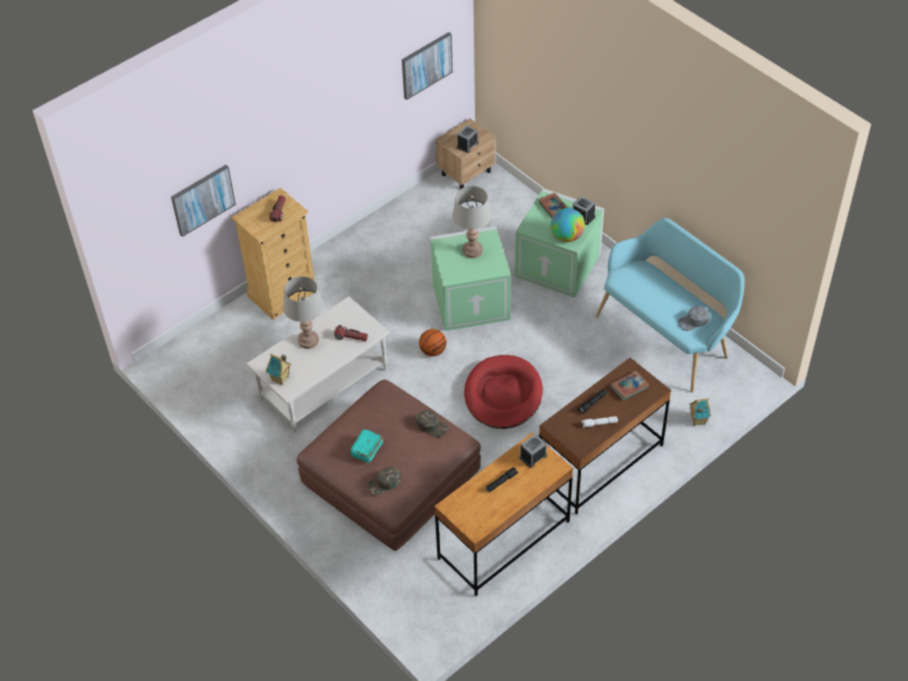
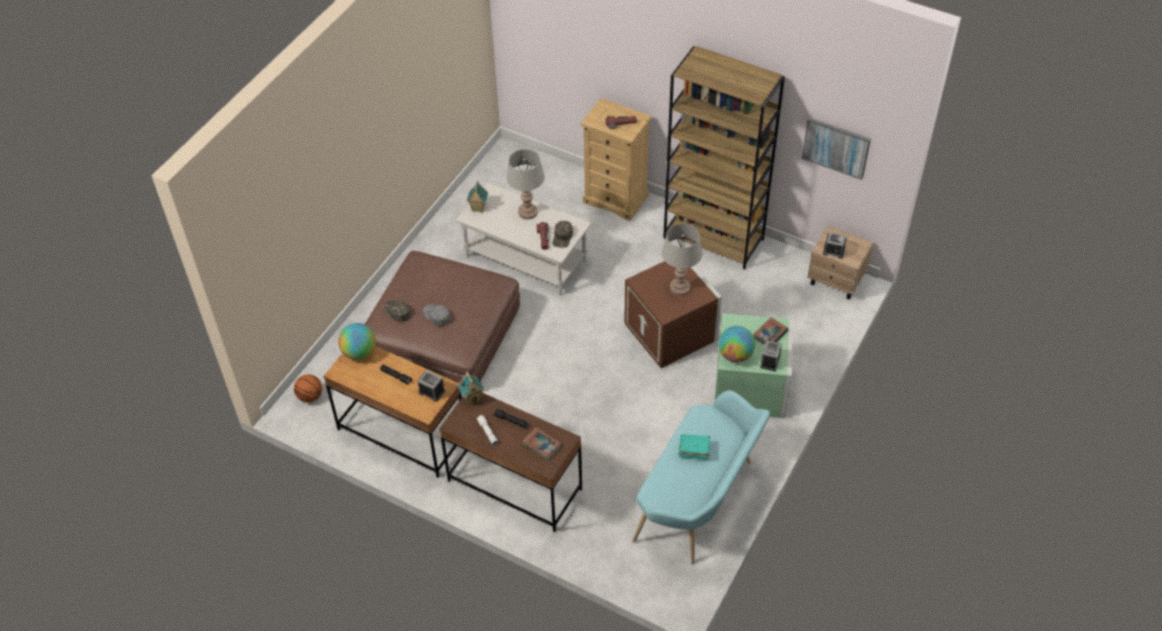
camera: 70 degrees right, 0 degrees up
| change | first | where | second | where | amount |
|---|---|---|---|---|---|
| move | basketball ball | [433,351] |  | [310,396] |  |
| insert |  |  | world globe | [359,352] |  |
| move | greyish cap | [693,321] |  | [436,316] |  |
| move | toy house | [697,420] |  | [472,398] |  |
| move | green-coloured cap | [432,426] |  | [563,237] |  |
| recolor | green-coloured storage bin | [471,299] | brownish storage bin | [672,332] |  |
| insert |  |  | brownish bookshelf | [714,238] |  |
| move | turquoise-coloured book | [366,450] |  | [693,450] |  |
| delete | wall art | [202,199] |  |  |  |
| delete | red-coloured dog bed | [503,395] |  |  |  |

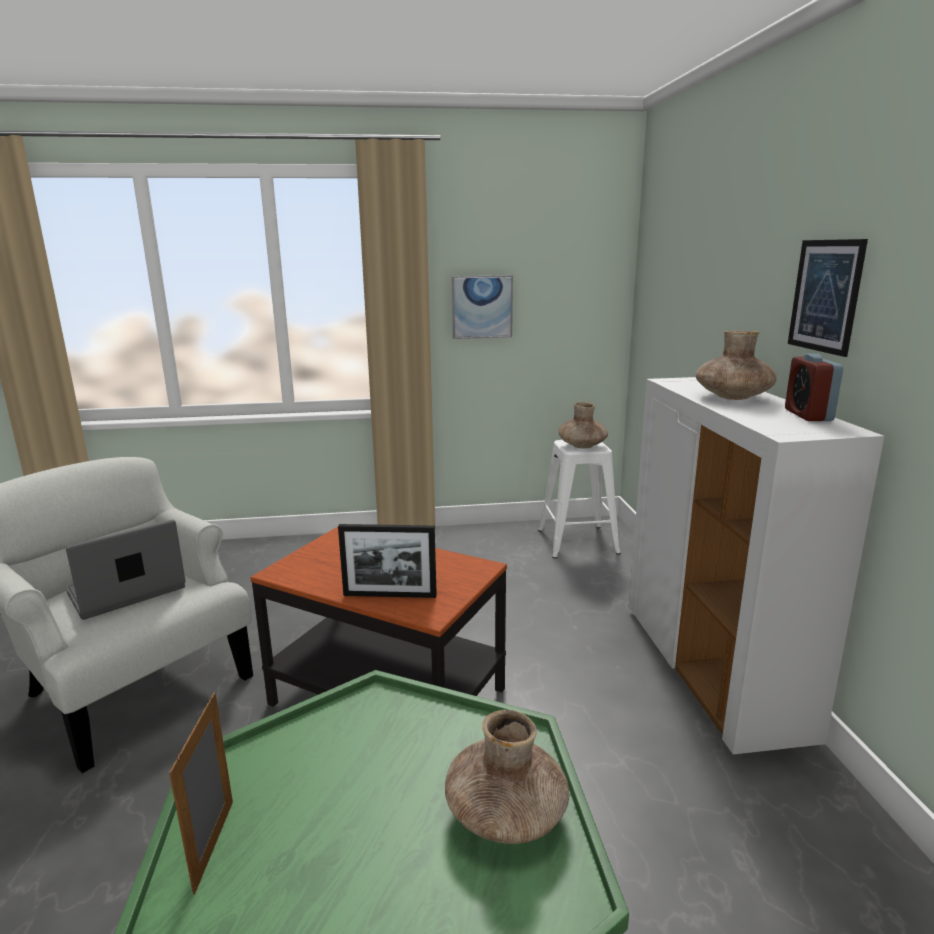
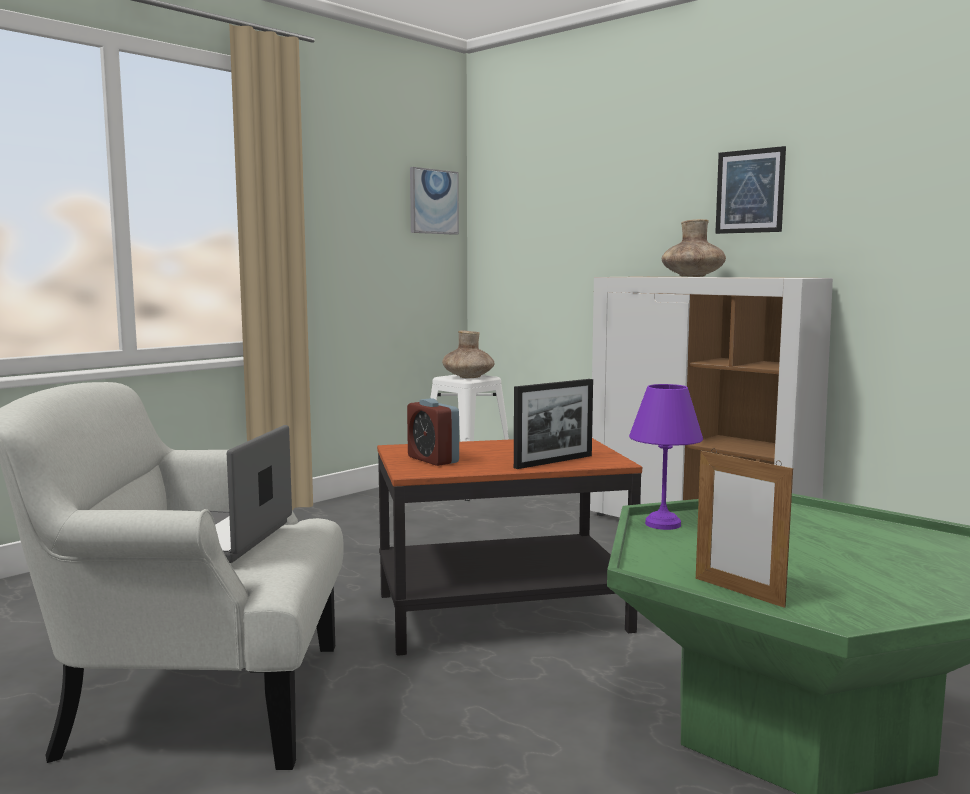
camera: 40 degrees left, 10 degrees down
| change | first | where | second | where | amount |
|---|---|---|---|---|---|
| move | bedside clock | [808,415] |  | [433,460] |  |
| move | wall art | [482,307] |  | [433,201] |  |
| insert |  |  | purple lamp for a table | [661,524] |  |
| delete | brownish vase | [506,813] |  |  |  |

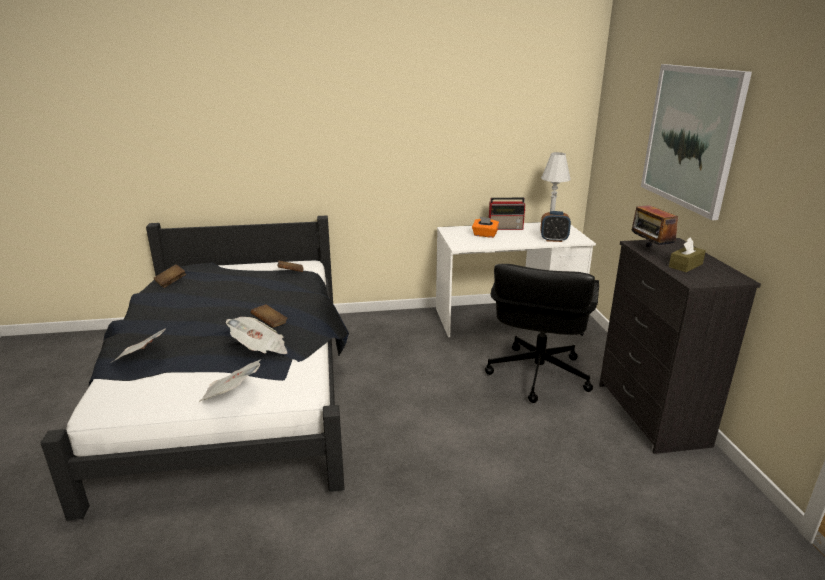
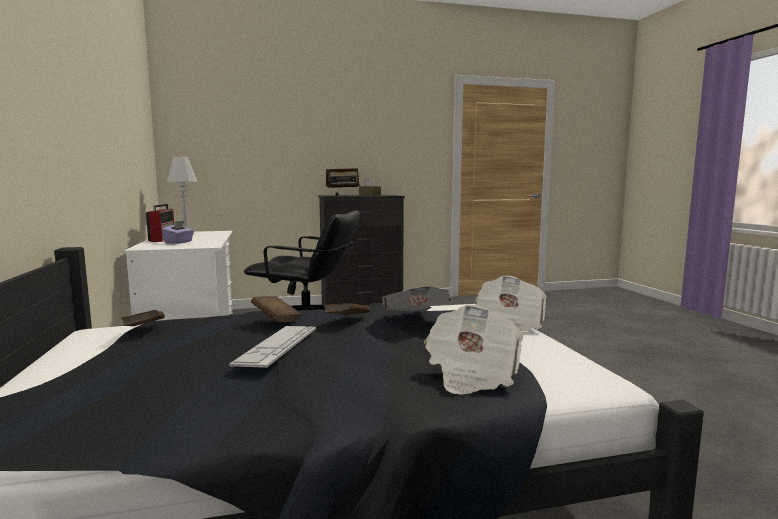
camera: 95 degrees left, 15 degrees down
| change | first | where | second | where | amount |
|---|---|---|---|---|---|
| recolor | orangey box of tissues | [485,235] | purple box of tissues | [179,242] |  |
| insert |  |  | PC keyboard | [277,346] |  |
| move | brownish book | [171,282] |  | [276,320] |  |
| delete | bedside clock | [553,240] |  |  |  |
| delete | wall art | [691,137] |  |  |  |

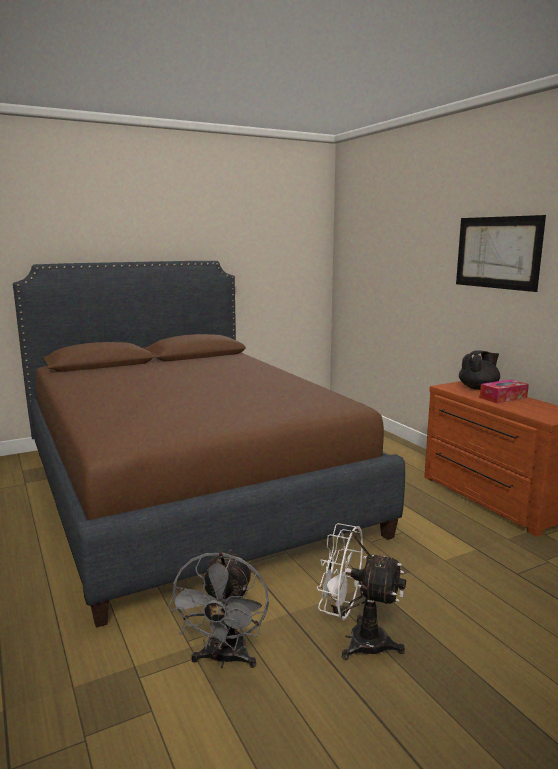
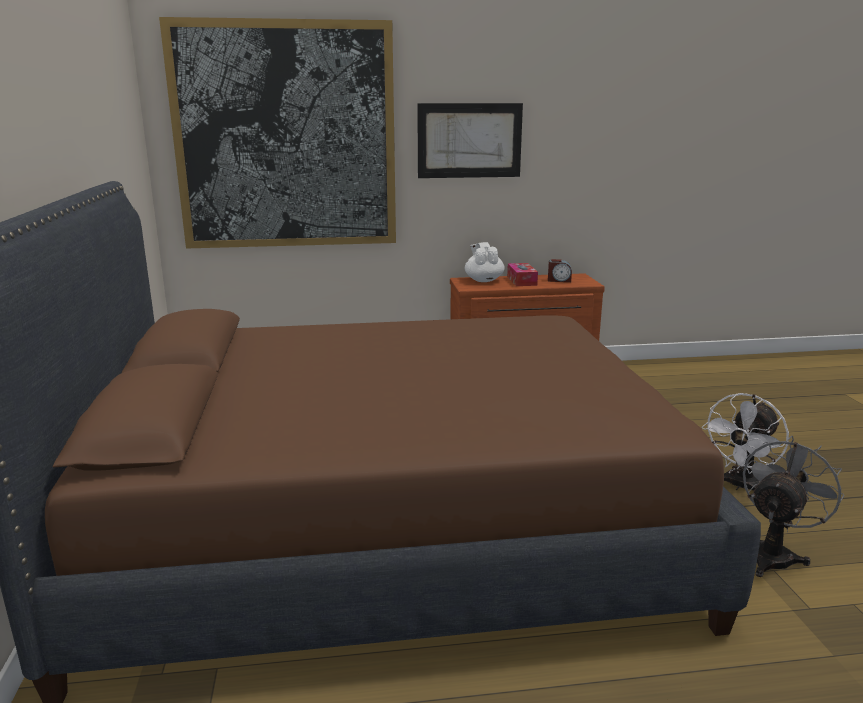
camera: 70 degrees left, 5 degrees up
| change | first | where | second | where | amount |
|---|---|---|---|---|---|
| insert |  |  | wall art | [286,137] |  |
| recolor | black-coloured teapot | [478,388] | white-coloured teapot | [483,280] |  |
| insert |  |  | bedside clock | [559,280] |  |
| rotate | greyish electric fan | [224,659] |  | [774,554] | 75 degrees counterclockwise |

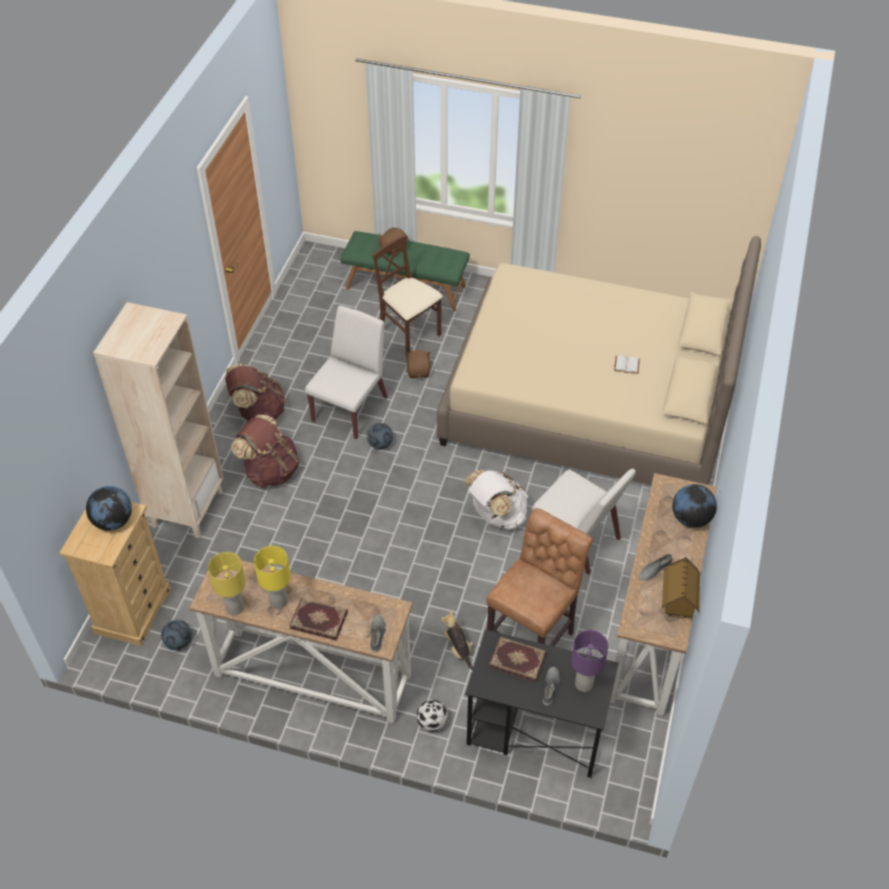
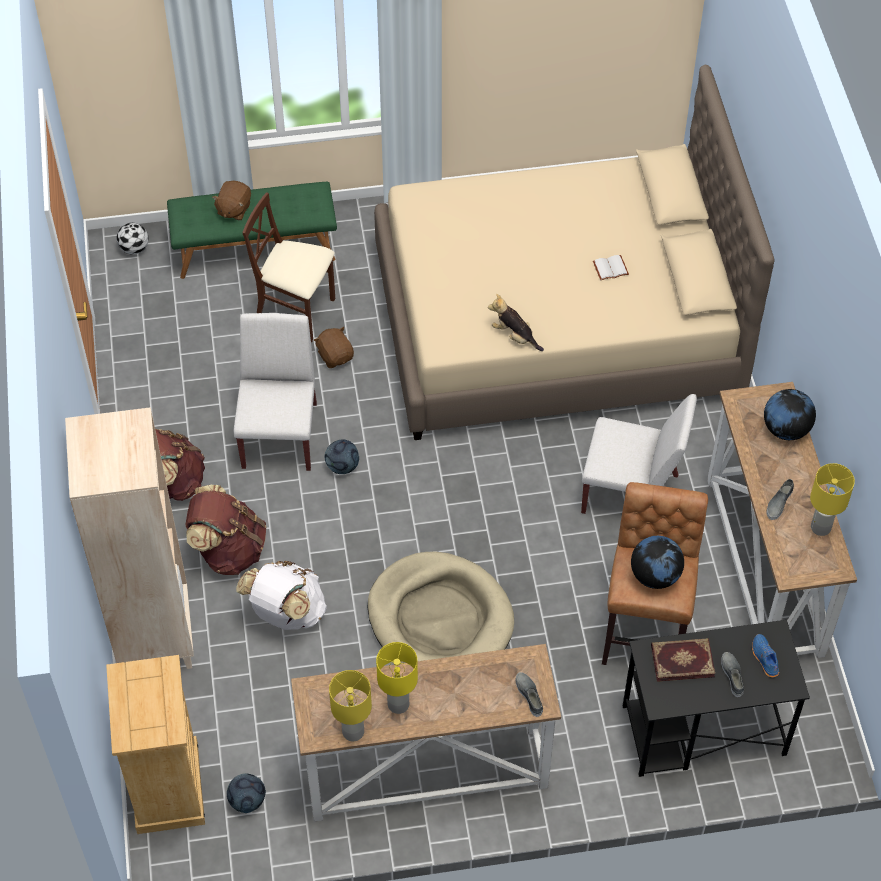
camera: 25 degrees left, 5 degrees up
| change | first | where | second | where | amount |
|---|---|---|---|---|---|
| move | football ball | [432,722] |  | [134,248] |  |
| move | white-coloured knapsack | [496,515] |  | [286,613] |  |
| insert |  |  | sand-coloured dog bed | [440,619] |  |
| move | soft toy | [458,649] |  | [514,336] |  |
| move | world globe | [113,521] |  | [655,576] |  |
| replace | purple lamp for a table | [583,684] | bluish low shoe | [764,658] |  |
| replace | toy house | [677,601] | yellow-coloured lamp for a table | [820,528] |  |
| delete | book | [319,619] |  |  |  |

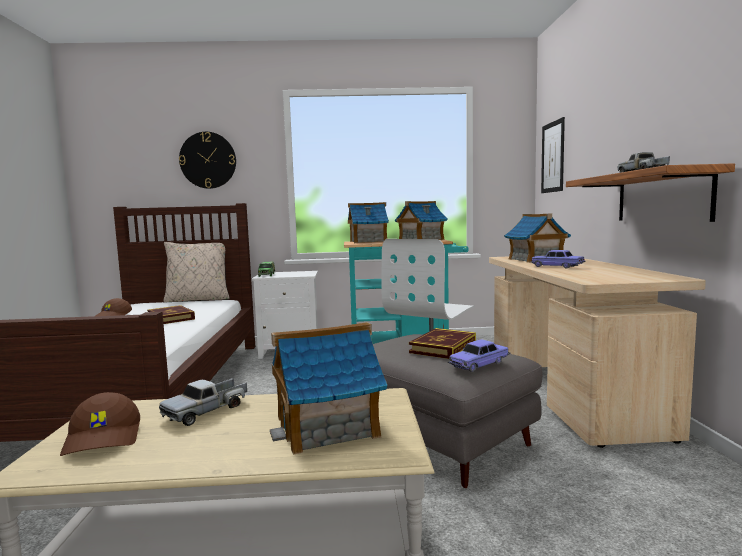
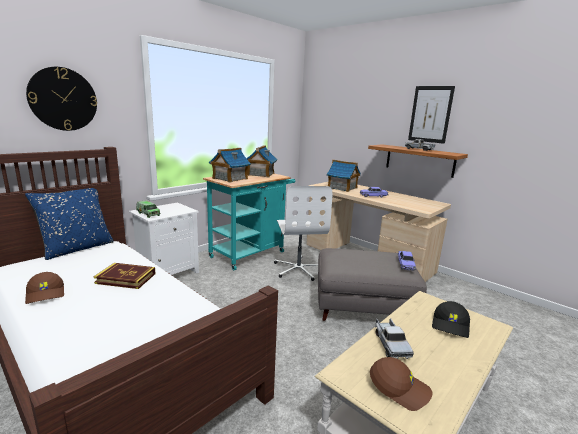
camera: 45 degrees left, 10 degrees up
| change | first | where | second | where | amount |
|---|---|---|---|---|---|
| recolor | sand-coloured throw pillow | [198,300] | bluish throw pillow | [78,248] |  |
| move | wall art | [553,157] |  | [430,114] |  |
| replace | toy house | [327,426] | black-coloured cap | [451,325] |  |
| delete | book | [443,347] |  |  |  |

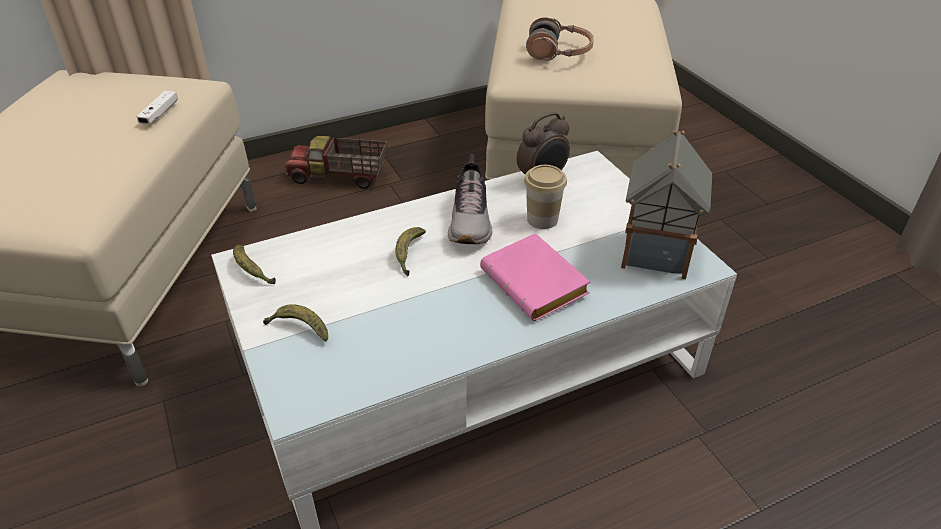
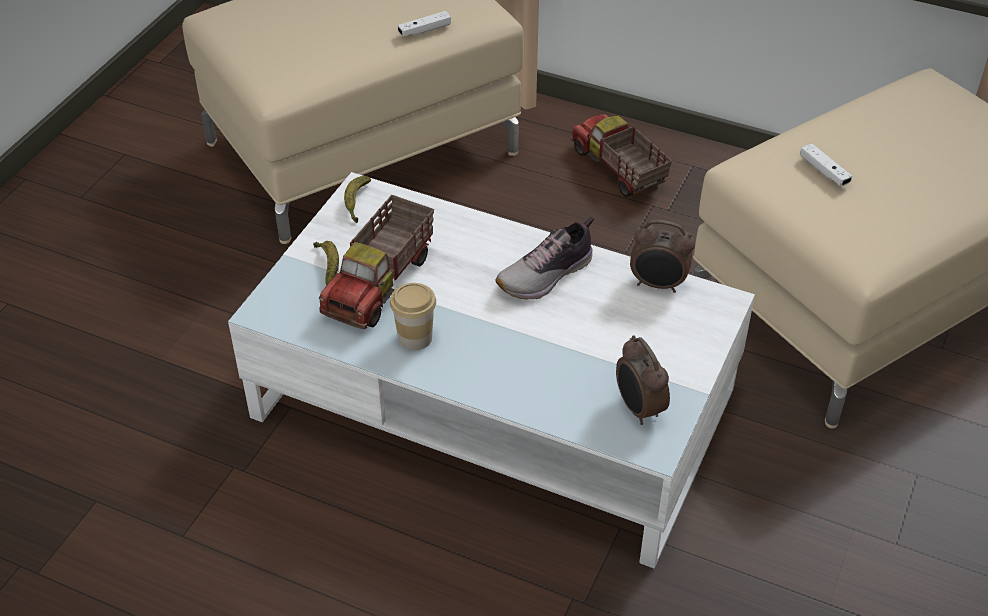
camera: 50 degrees right, 5 degrees up
| change | first | where | second | where | amount |
|---|---|---|---|---|---|
| insert |  |  | toy truck | [381,283] |  |
| move | drinking cup | [542,219] |  | [415,338] |  |
| replace | toy house | [655,252] | bedside clock | [638,409] |  |
| replace | headphones | [559,53] | white-coloured joypad | [824,171] |  |
| delete | banana fruit | [409,254] |  |  |  |
| delete | pinkish book | [538,284] |  |  |  |

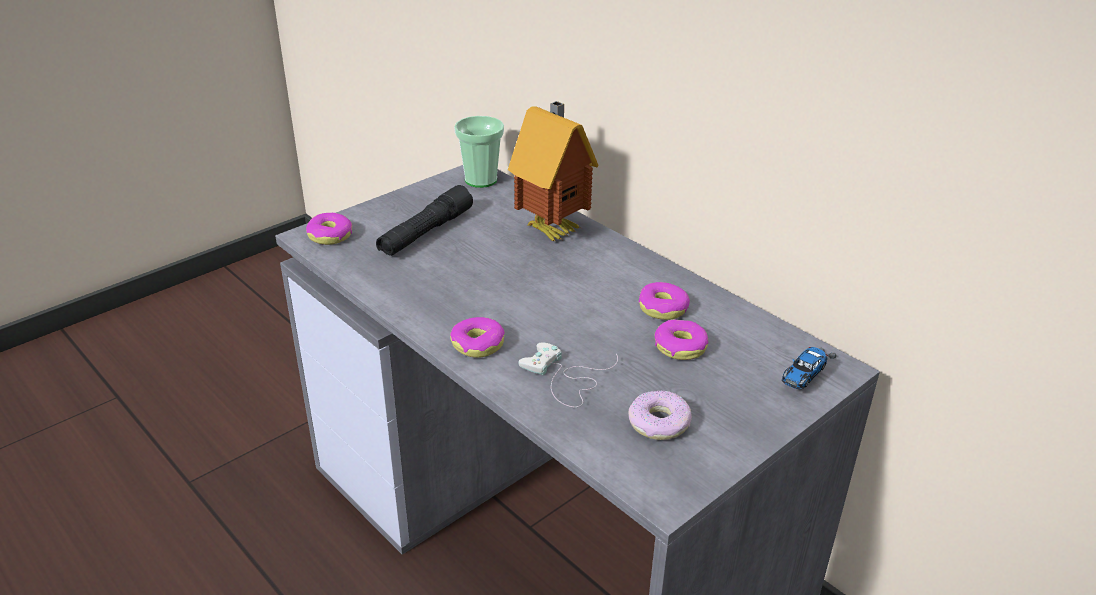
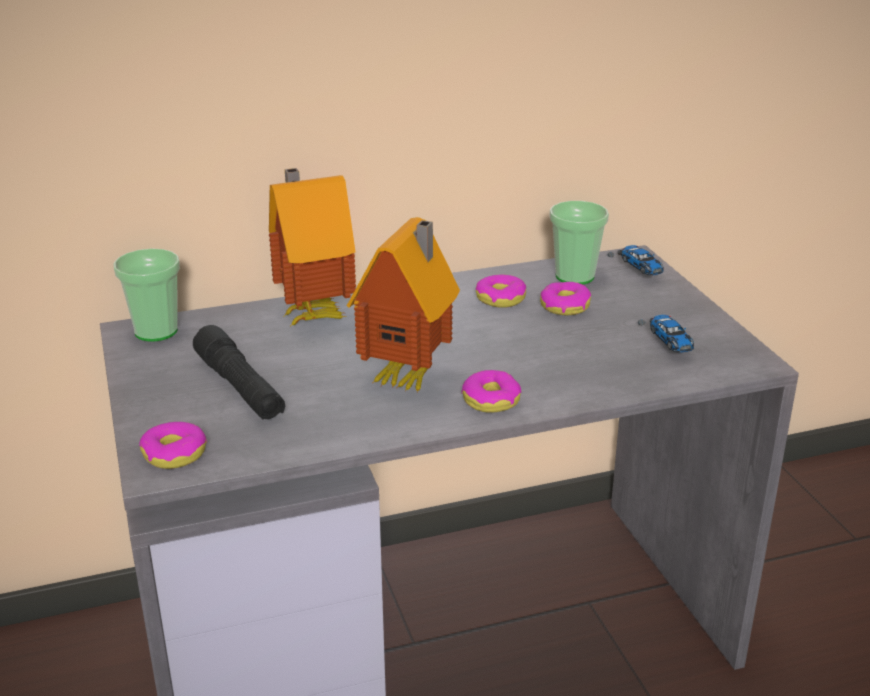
camera: 65 degrees left, 5 degrees down
| change | first | where | second | where | amount |
|---|---|---|---|---|---|
| insert |  |  | toy house | [410,379] |  |
| insert |  |  | drinking cup | [574,276] |  |
| replace | ring doughnut | [659,423] | toy car | [664,341] |  |
| delete | white-coloured joypad | [566,378] |  |  |  |

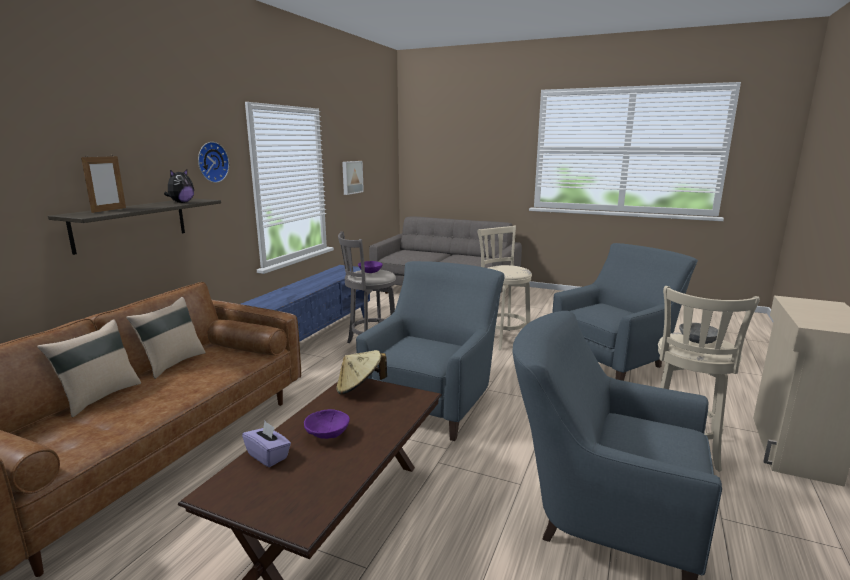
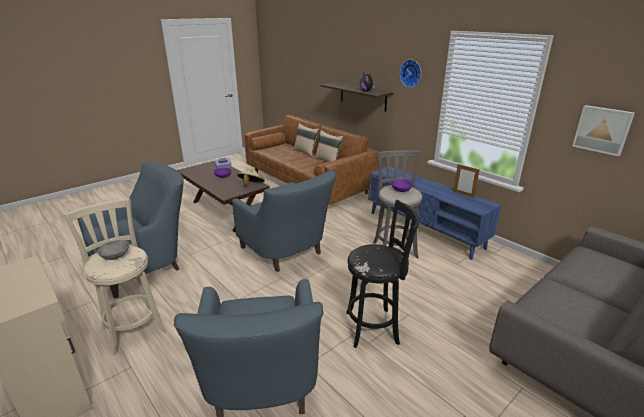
camera: 115 degrees right, 10 degrees up
| change | first | where | second | where | amount |
|---|---|---|---|---|---|
| recolor | sand-coloured sitting stool | [502,338] | black-coloured sitting stool | [375,327] |  |
| move | standing frame | [109,210] |  | [463,194] |  |

